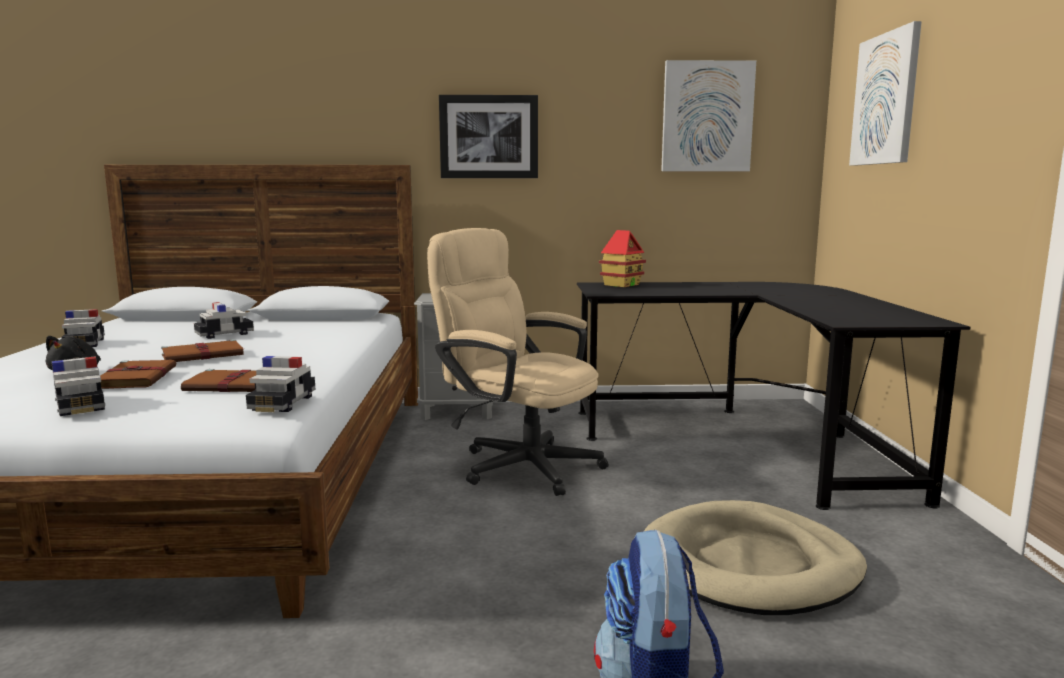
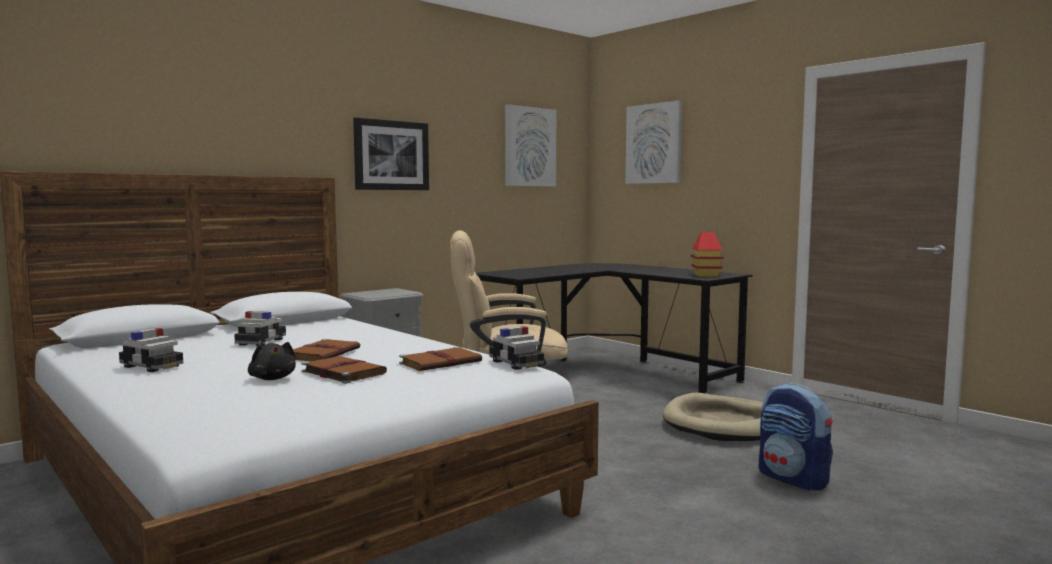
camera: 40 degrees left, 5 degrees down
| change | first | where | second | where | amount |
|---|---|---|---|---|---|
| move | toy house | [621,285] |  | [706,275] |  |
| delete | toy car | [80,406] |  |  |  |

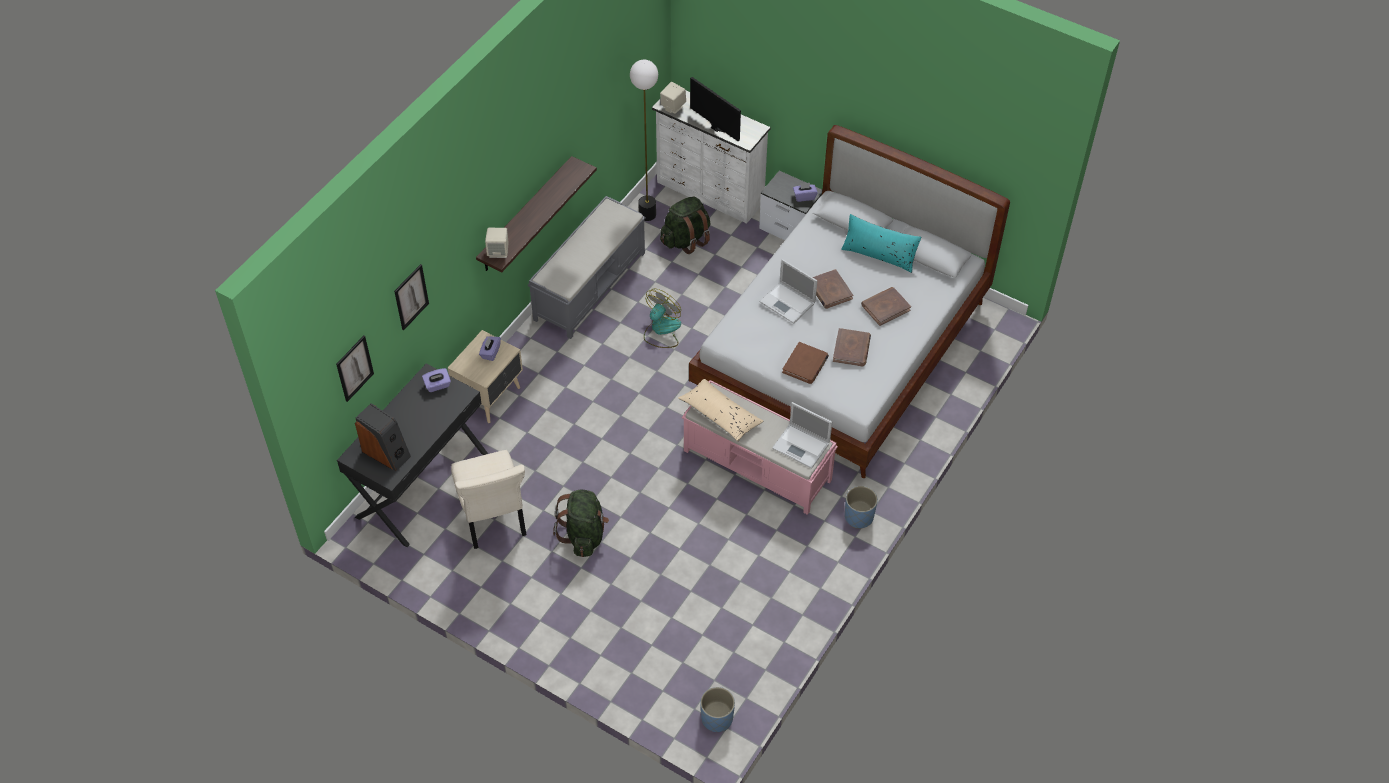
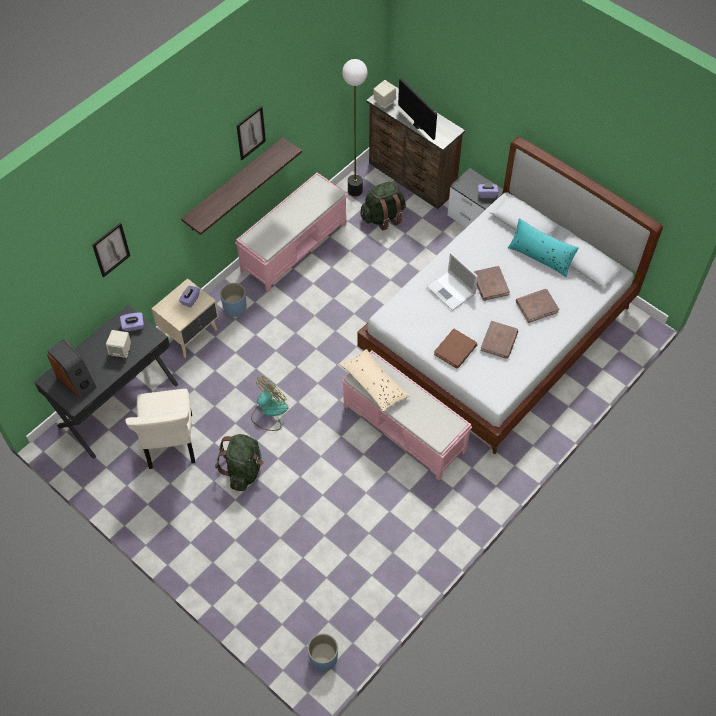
camera: 10 degrees right, 5 degrees up
| change | first | where | second | where | amount |
|---|---|---|---|---|---|
| move | sand-coloured speaker | [498,251] |  | [121,350] |  |
| move | bluish planter | [859,517] |  | [235,308] |  |
| recolor | greyish indoor bench | [590,285] | pinkish indoor bench | [294,247] |  |
| move | wall art | [354,368] |  | [250,133] |  |
| move | electric fan | [661,330] |  | [269,412] |  |
| recolor | white-coloured dresser | [710,193] | brownish dresser | [411,179] |  |
| delete | notebook computer | [802,446] |  |  |  |

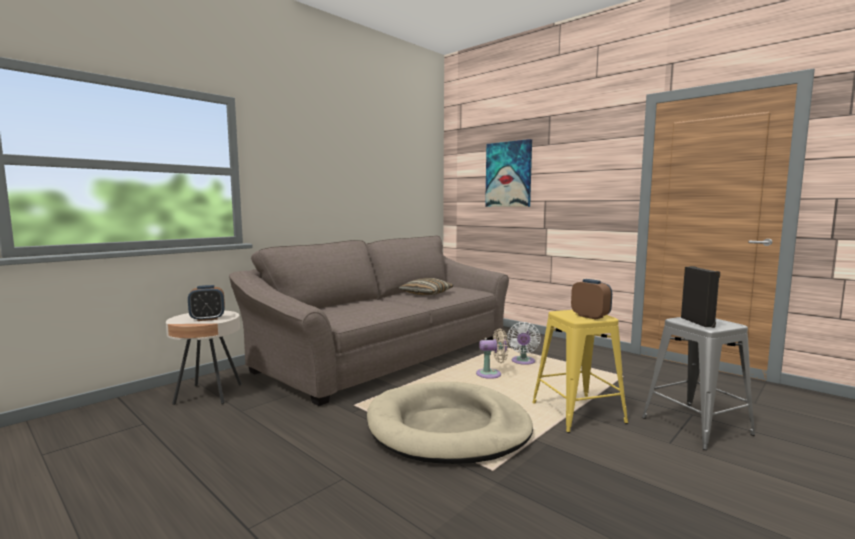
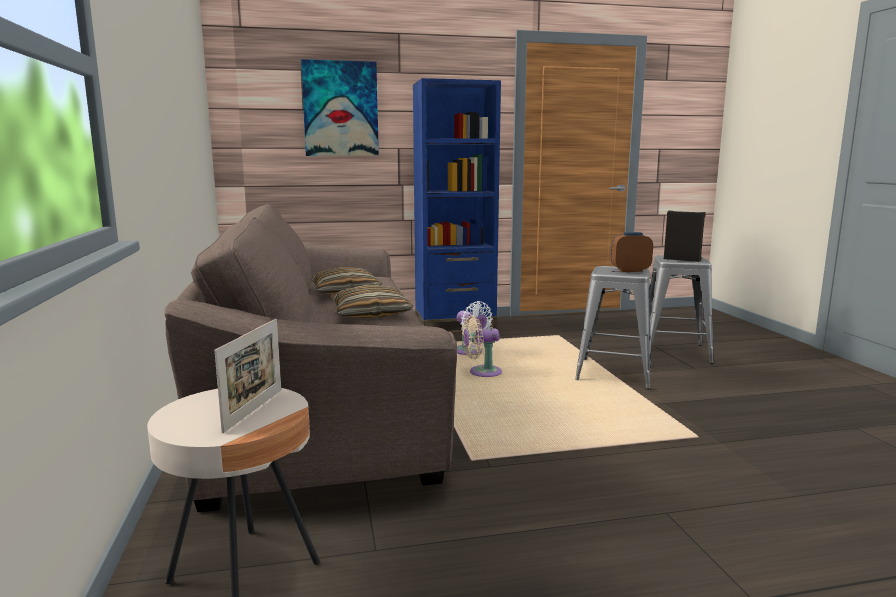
camera: 55 degrees left, 5 degrees up
| change | first | where | second | where | amount |
|---|---|---|---|---|---|
| replace | bedside clock | [207,319] | standing frame | [254,409] |  |
| insert |  |  | throw pillow | [370,314] |  |
| insert |  |  | bluish bookshelf | [455,326] |  |
| rotate | sand-coloured electric fan | [491,374] |  | [481,373] | 135 degrees counterclockwise |
| recolor | yellow-coloured sitting stool | [578,413] | greyish sitting stool | [614,373] |  |
| delete | sand-coloured dog bed | [448,428] |  |  |  |

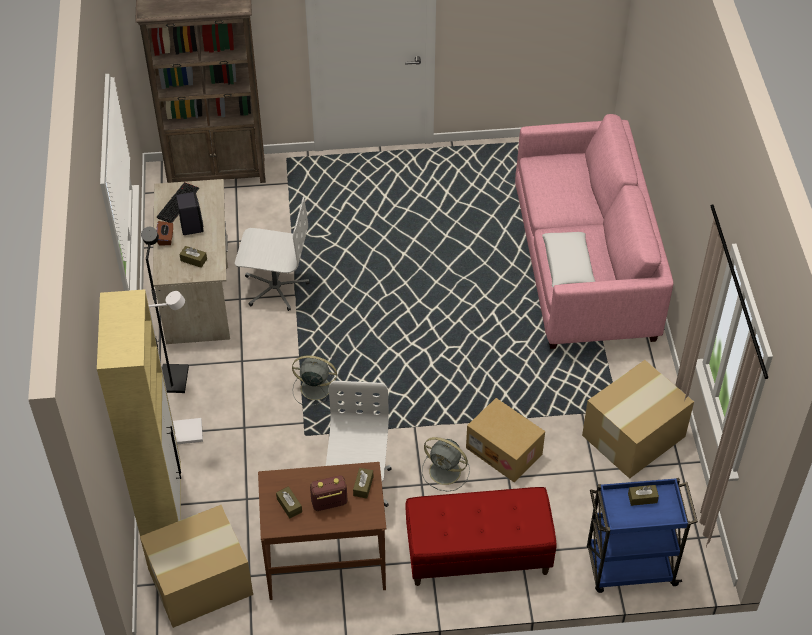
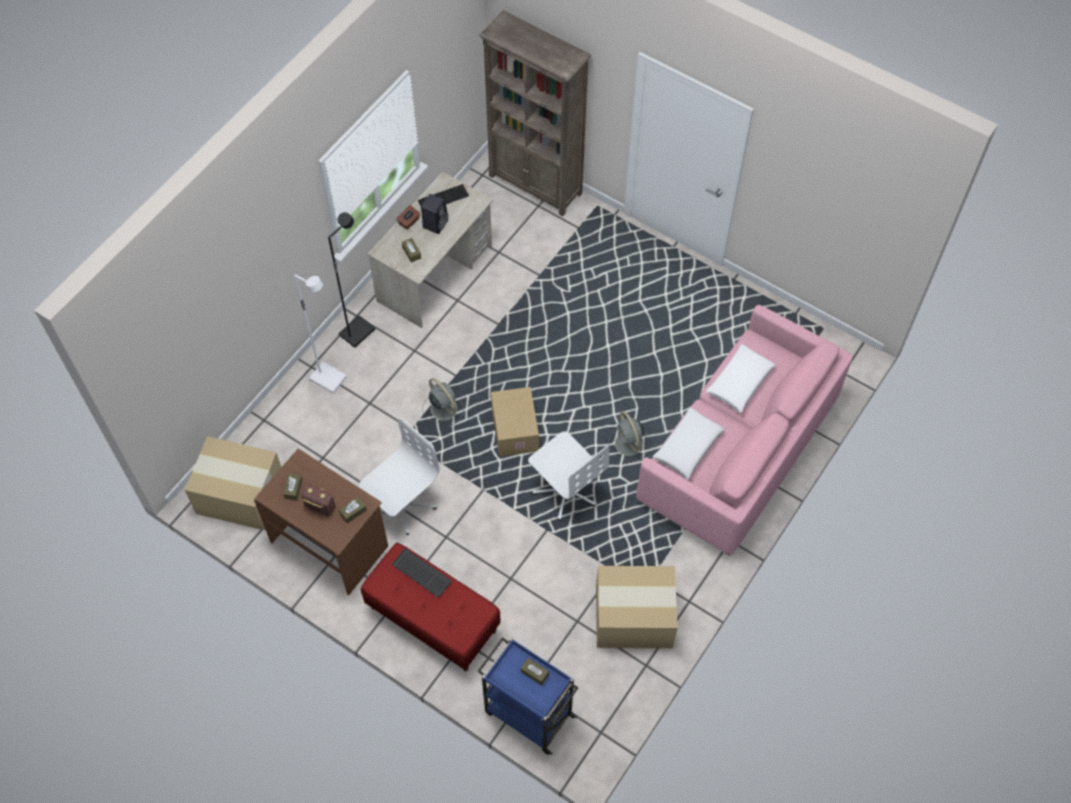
camera: 40 degrees right, 10 degrees up
| change | first | where | second | where | amount |
|---|---|---|---|---|---|
| insert |  |  | PC keyboard | [420,573] |  |
| move | cardboard box | [505,450] |  | [516,430] |  |
| move | white-coloured office chair | [275,287] |  | [566,490] |  |
| move | greyish electric fan | [446,472] |  | [628,445] |  |
| insert |  |  | white-coloured throw pillow | [739,382] |  |
| delete | sand-coloured cabinet | [163,508] |  |  |  |

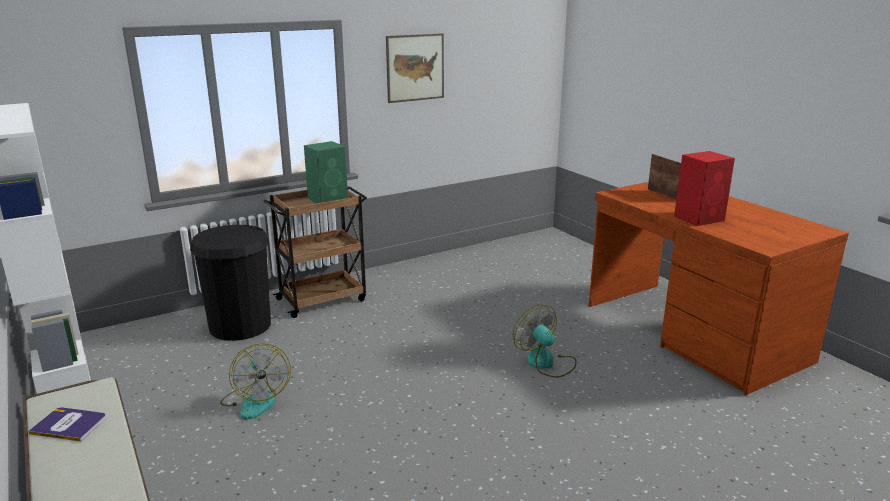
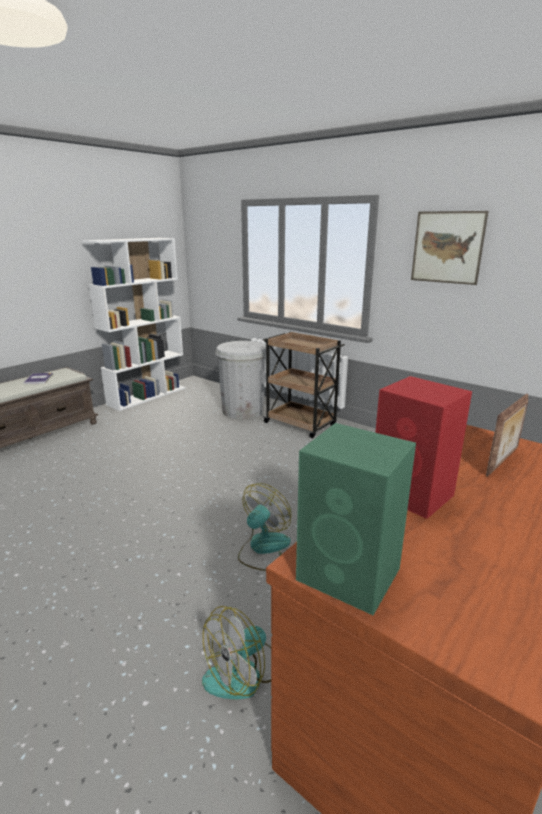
camera: 70 degrees right, 0 degrees up
| change | first | where | second | where | amount |
|---|---|---|---|---|---|
| move | electric fan | [255,401] |  | [243,672] |  |
| recolor | black-coloured rubbish bin | [240,325] | white-coloured rubbish bin | [243,411] |  |
| move | green-coloured speaker | [328,199] |  | [351,575] |  |

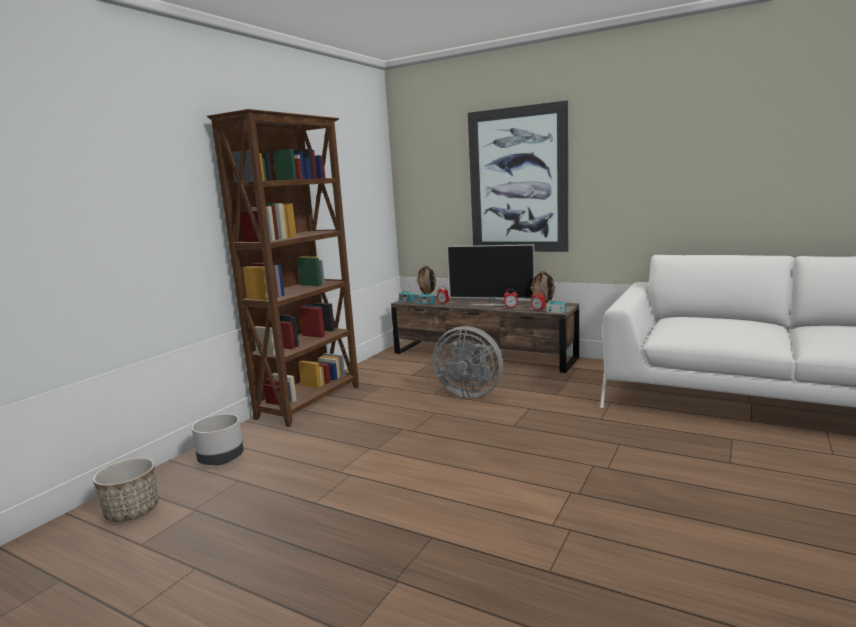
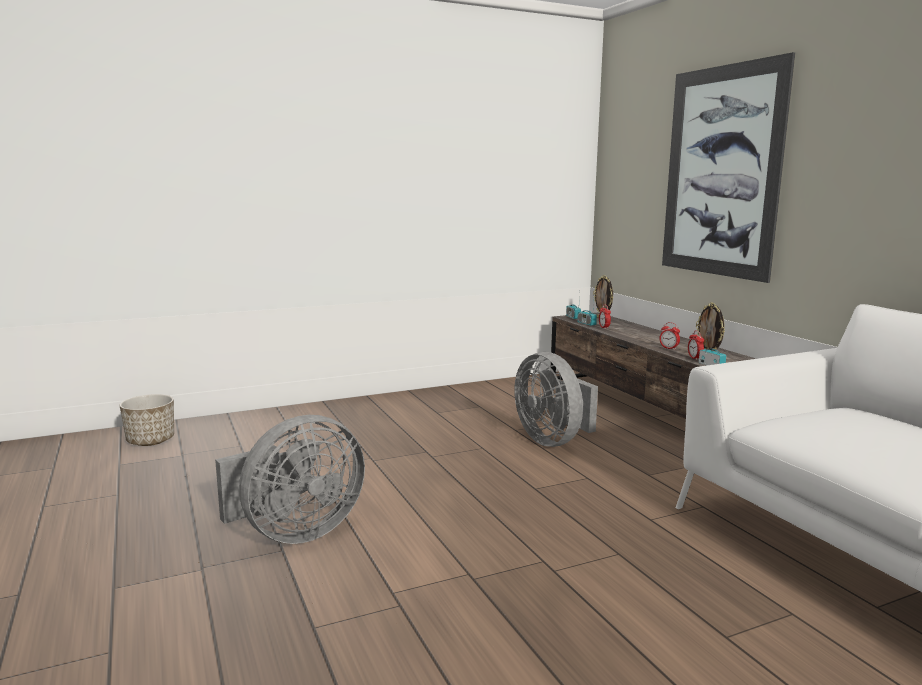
camera: 35 degrees right, 0 degrees up
| change | first | where | second | where | amount |
|---|---|---|---|---|---|
| insert |  |  | greyish electric fan | [295,533] |  |
| delete | greyish planter | [222,460] |  |  |  |
| delete | brownish bookshelf | [311,402] |  |  |  |
| delete | television | [492,305] |  |  |  |

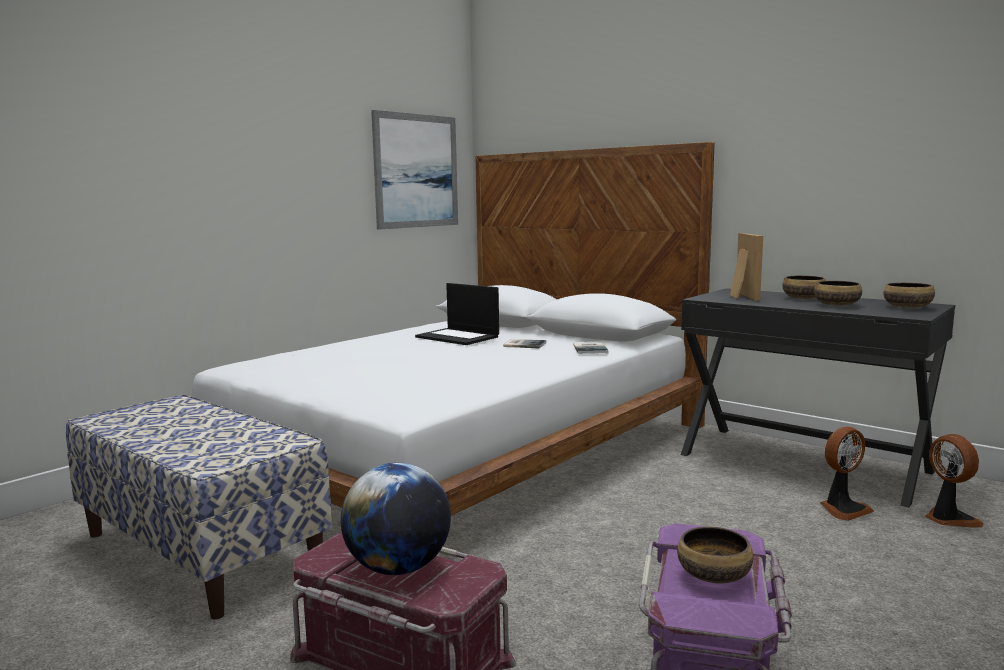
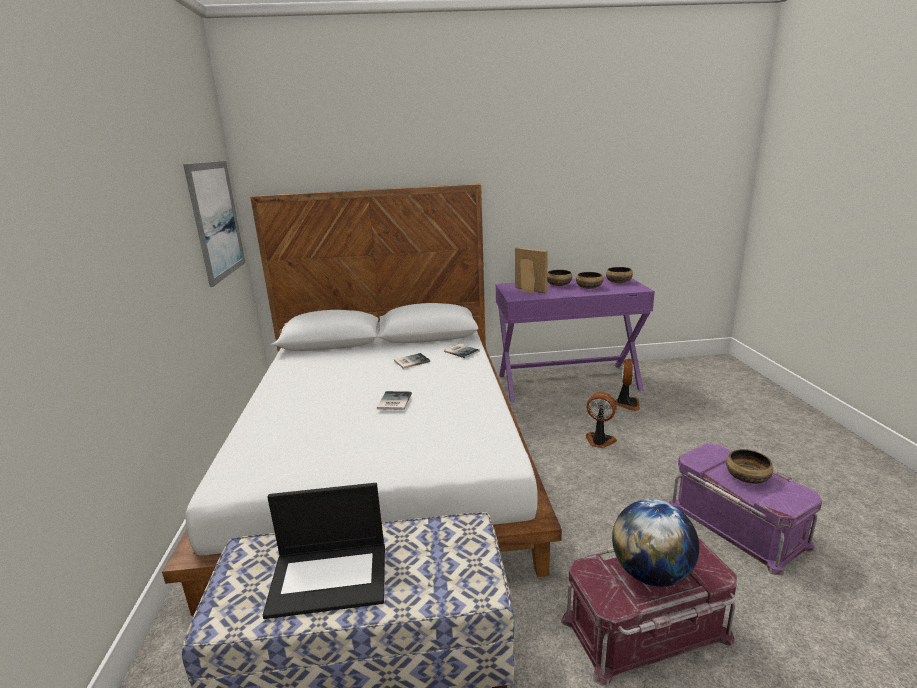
camera: 45 degrees left, 10 degrees up
| change | first | where | second | where | amount |
|---|---|---|---|---|---|
| move | notebook computer | [458,337] |  | [330,577] |  |
| insert |  |  | book | [393,402] |  |
| recolor | black-coloured desk | [803,462] | purple desk | [567,382] |  |
| move | electric fan | [948,519] |  | [599,441] |  |

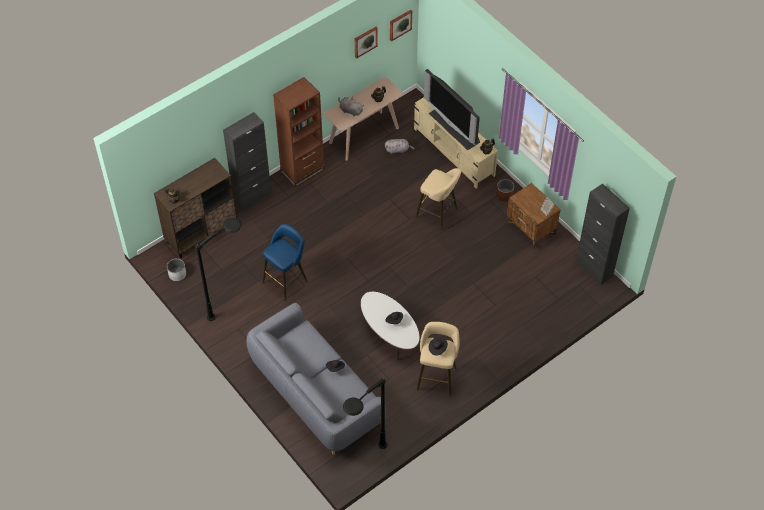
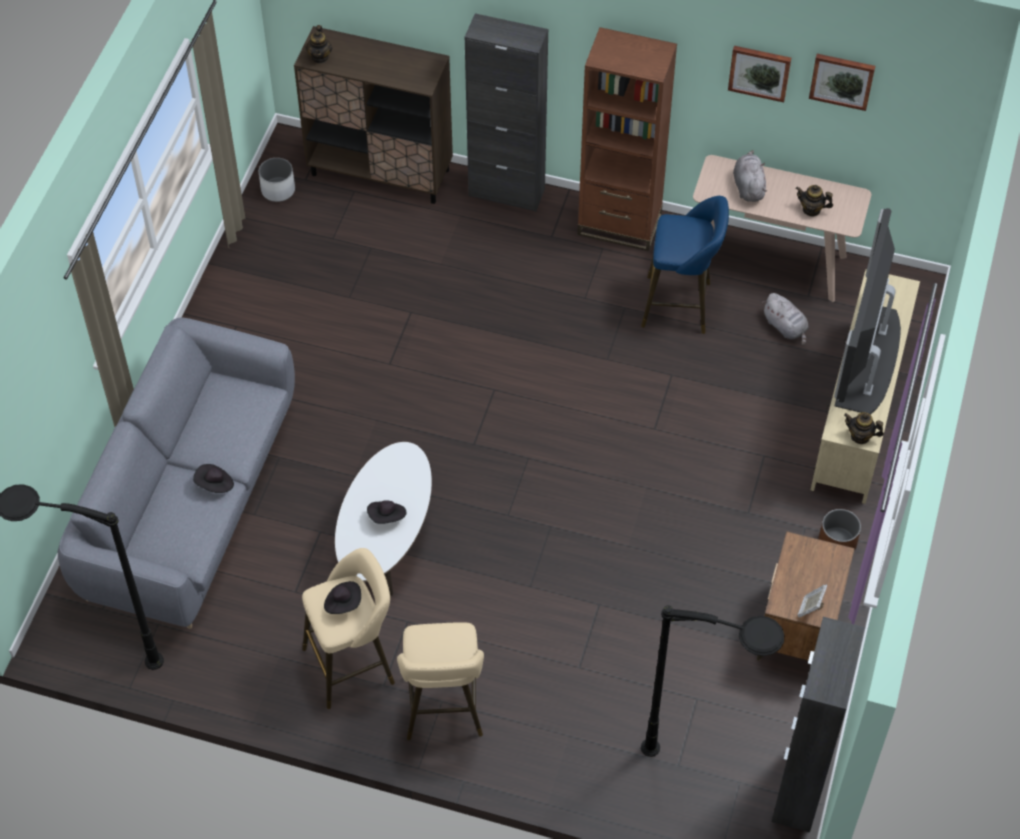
camera: 55 degrees right, 0 degrees up
| change | first | where | second | where | amount |
|---|---|---|---|---|---|
| move | sand-coloured sitting stool | [438,214] |  | [443,711] |  |
| move | bluish sitting stool | [286,280] |  | [681,305] |  |
| move | black-coloured standard lamp | [234,304] |  | [708,768] |  |
| move | wall art | [400,24] |  | [759,72] |  |

